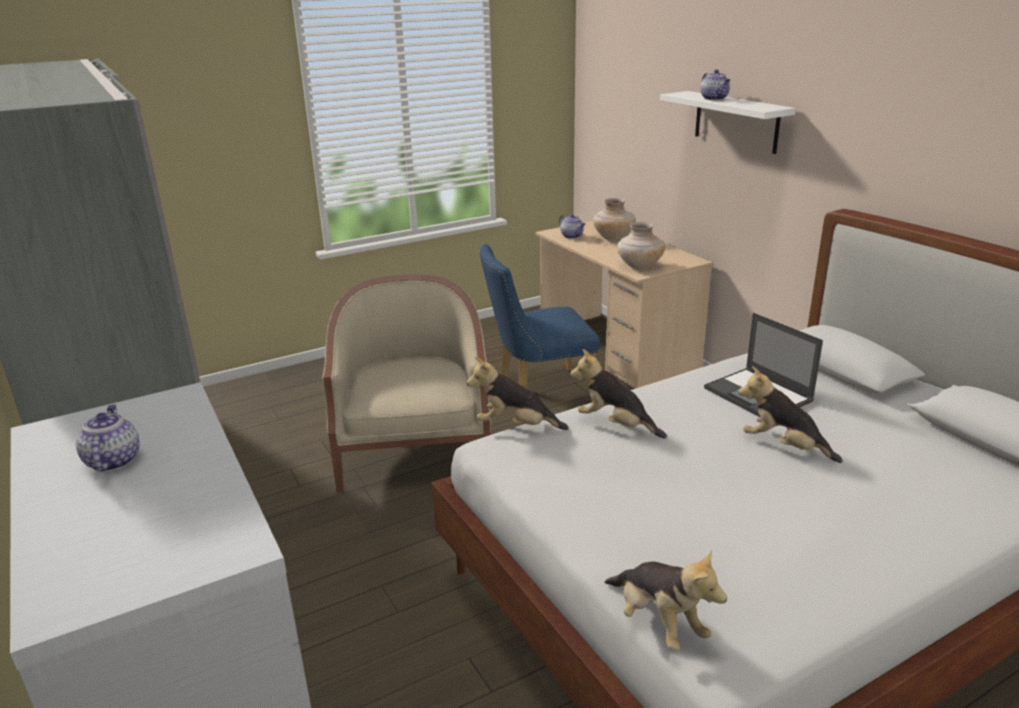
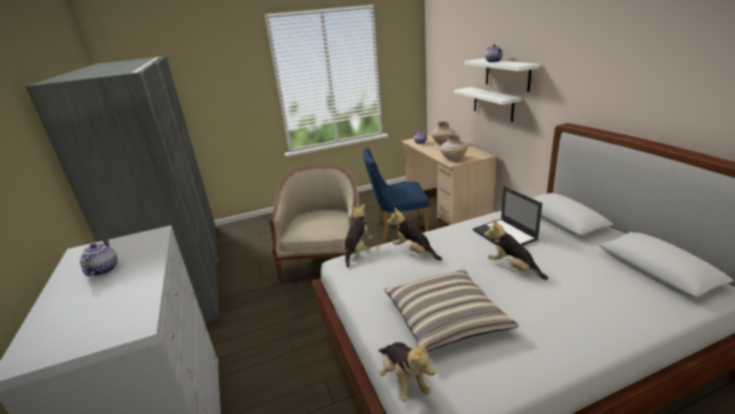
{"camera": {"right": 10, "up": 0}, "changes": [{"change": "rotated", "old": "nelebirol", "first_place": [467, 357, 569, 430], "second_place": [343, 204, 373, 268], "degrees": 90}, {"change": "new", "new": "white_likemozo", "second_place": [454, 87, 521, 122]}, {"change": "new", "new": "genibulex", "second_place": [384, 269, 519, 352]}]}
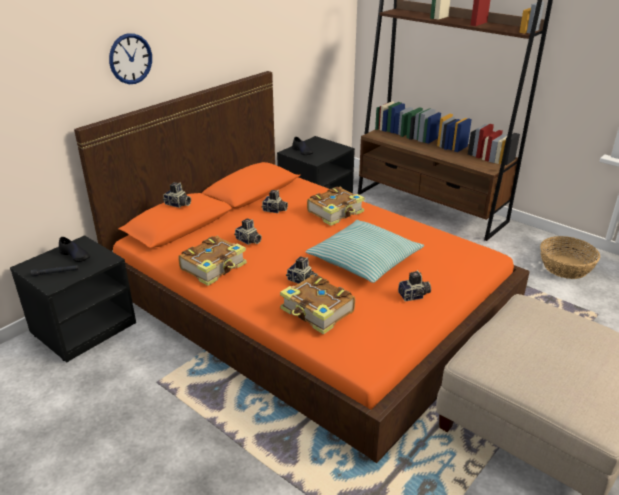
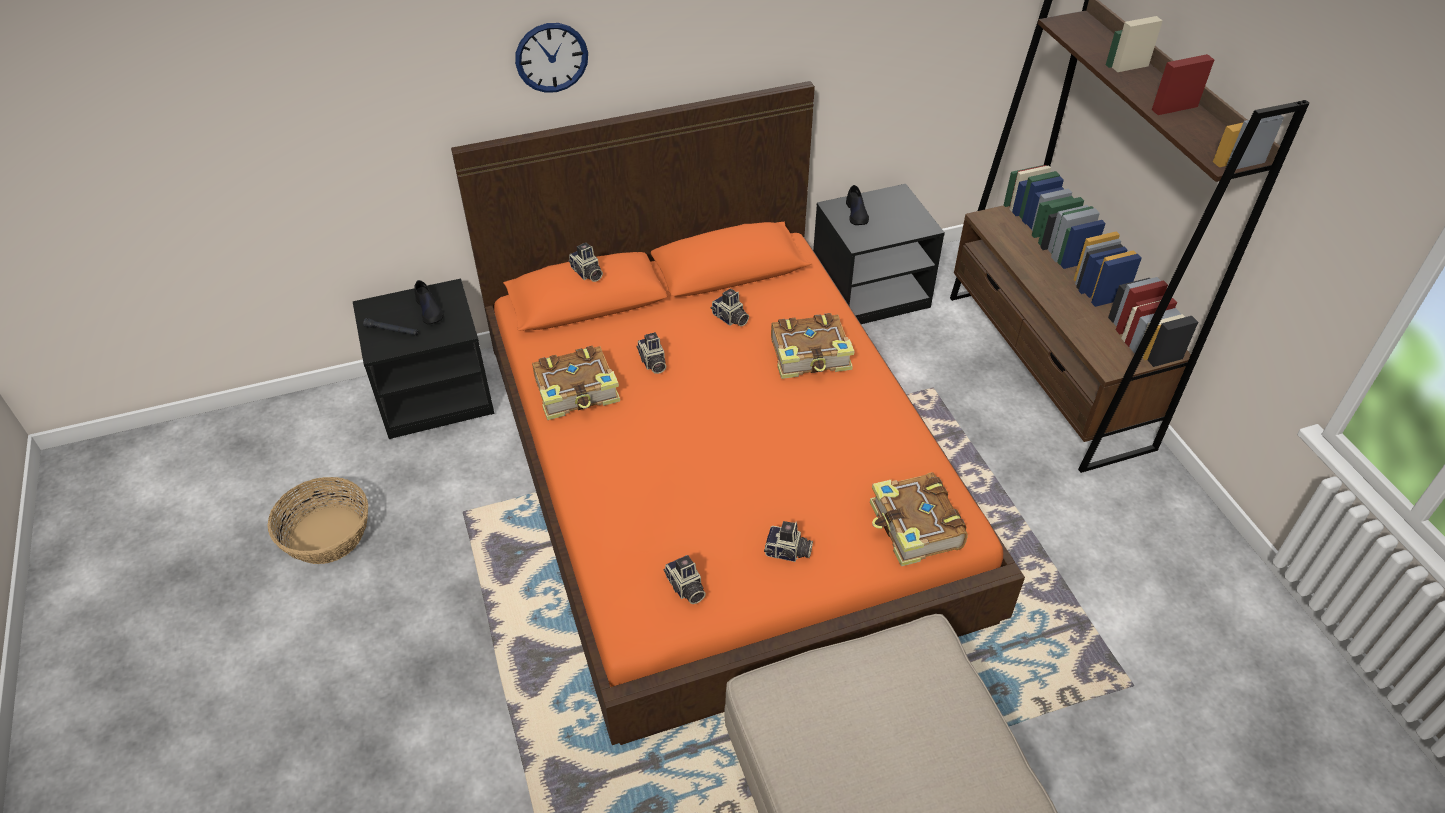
{"camera": {"right": 30, "up": 15}, "changes": [{"change": "gone", "old": "genibulex", "first_place": [305, 220, 424, 283]}, {"change": "shifted", "old": "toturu", "first_place": [540, 236, 600, 279], "second_place": [267, 477, 368, 564]}, {"change": "shifted", "old": "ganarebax", "first_place": [286, 256, 318, 284], "second_place": [663, 555, 706, 604]}, {"change": "shifted", "old": "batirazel", "first_place": [280, 275, 355, 334], "second_place": [870, 472, 968, 566]}]}
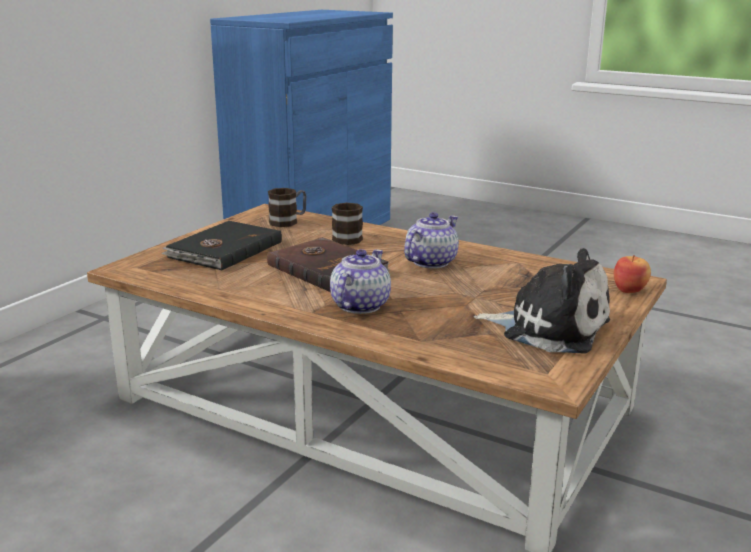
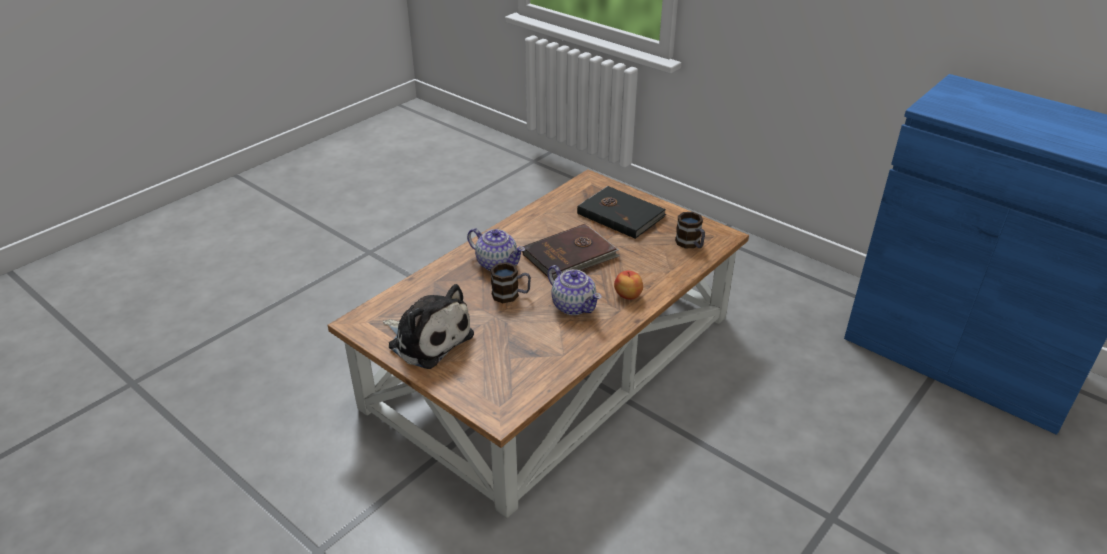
{"camera": {"right": 100, "up": 15}, "changes": [{"change": "shifted", "old": "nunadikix", "first_place": [332, 202, 363, 245], "second_place": [490, 262, 531, 303]}, {"change": "rotated", "old": "nelebirol", "first_place": [474, 248, 610, 353], "second_place": [383, 284, 474, 369], "degrees": -90}, {"change": "shifted", "old": "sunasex", "first_place": [614, 255, 651, 293], "second_place": [614, 271, 643, 300]}]}
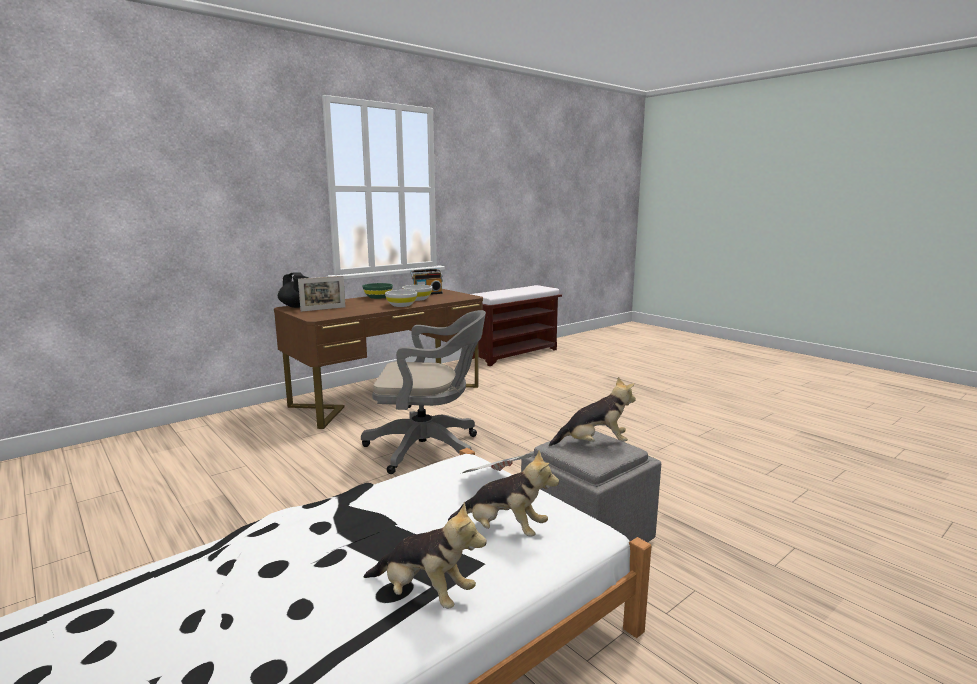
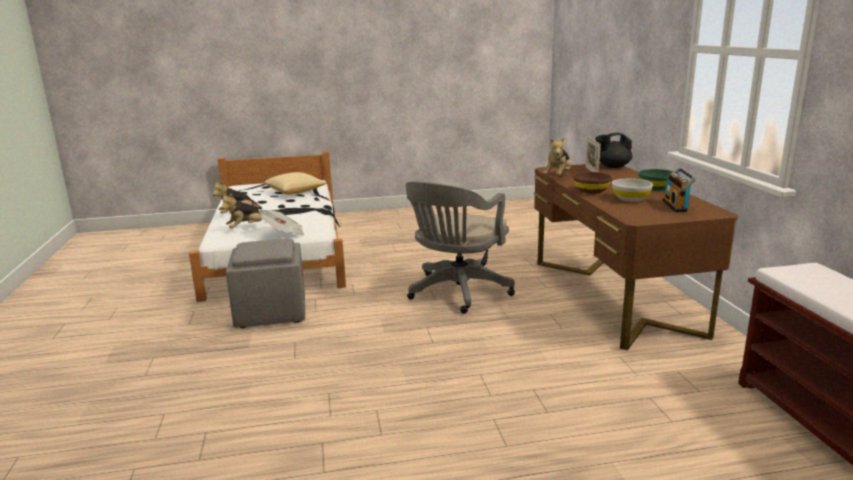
{"camera": {"right": 120, "up": 5}, "changes": [{"change": "repainted", "old": "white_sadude", "new": "brown_sadude", "first_place": [385, 290, 417, 307], "second_place": [574, 172, 612, 194]}, {"change": "shifted", "old": "nelebirol", "first_place": [549, 377, 636, 446], "second_place": [543, 137, 572, 176]}, {"change": "new", "new": "genibulex", "second_place": [264, 172, 326, 195]}]}
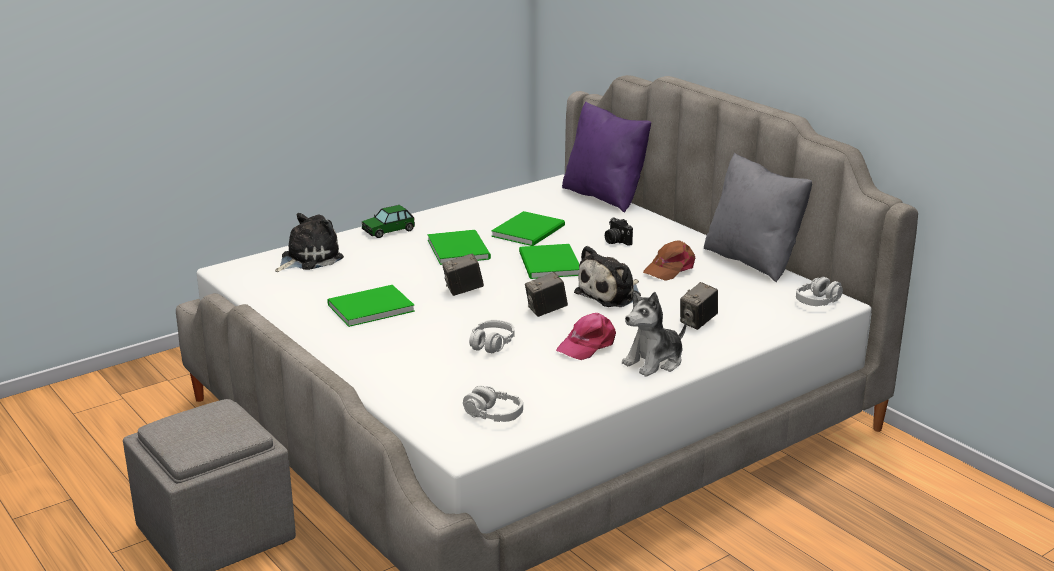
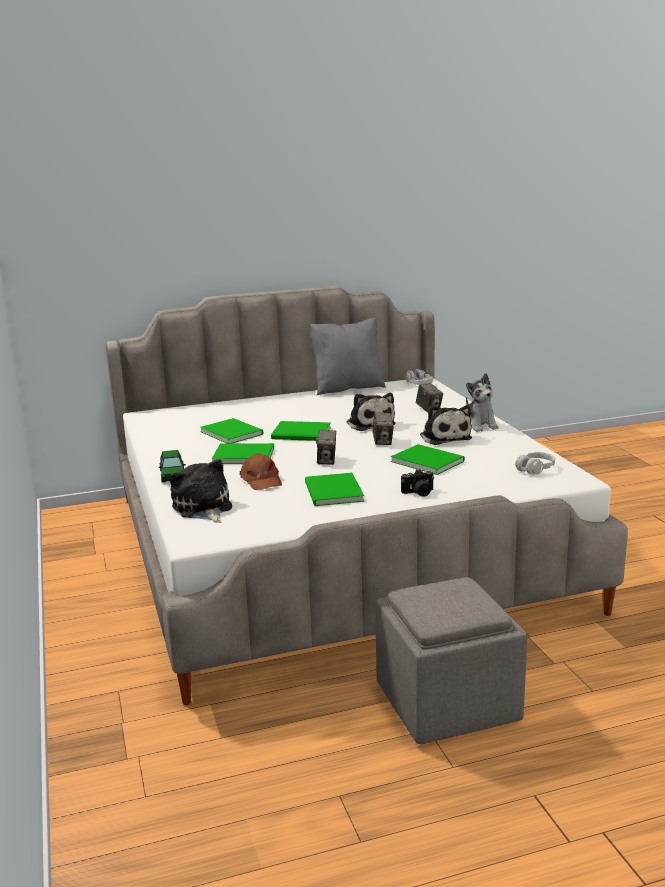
{"camera": {"right": -70, "up": -5}, "changes": [{"change": "gone", "old": "purple_genibulex", "first_place": [562, 102, 651, 213]}, {"change": "shifted", "old": "ganarebax", "first_place": [605, 217, 633, 246], "second_place": [401, 469, 434, 497]}, {"change": "shifted", "old": "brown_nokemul", "first_place": [643, 240, 695, 281], "second_place": [240, 453, 282, 490]}, {"change": "swapped", "old": "pink_nokemul", "new": "nelebirol", "first_place": [556, 313, 616, 360], "second_place": [420, 405, 472, 445]}, {"change": "swapped", "old": "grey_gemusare", "new": "green_batirazel", "first_place": [469, 320, 515, 353], "second_place": [391, 444, 465, 475]}]}
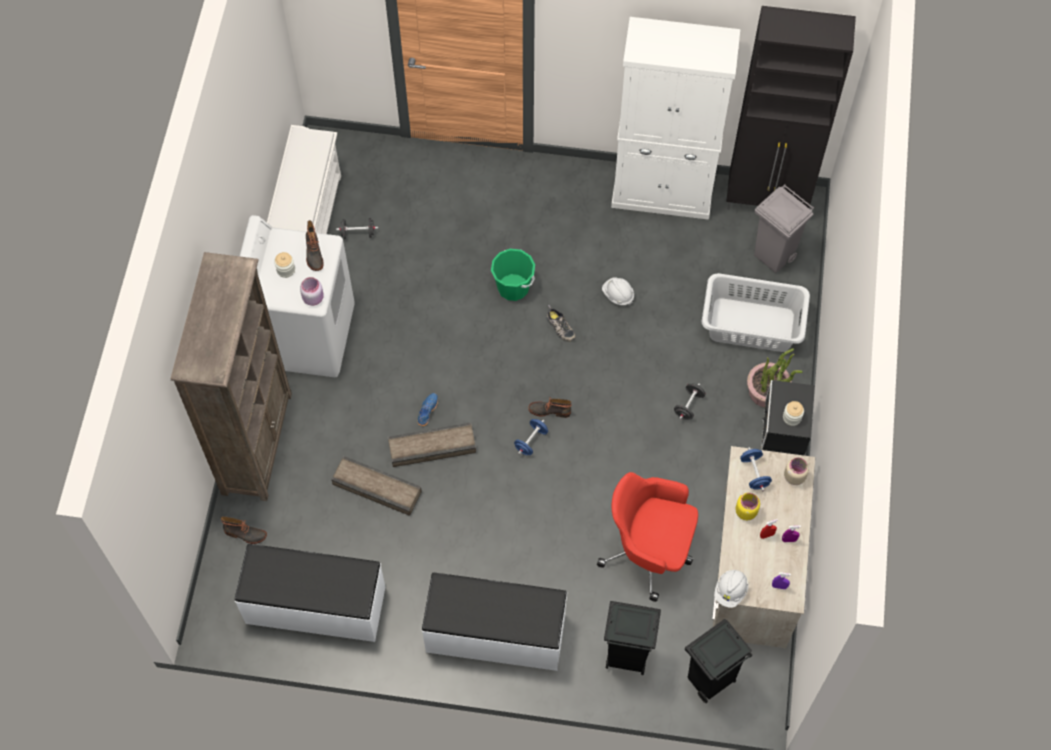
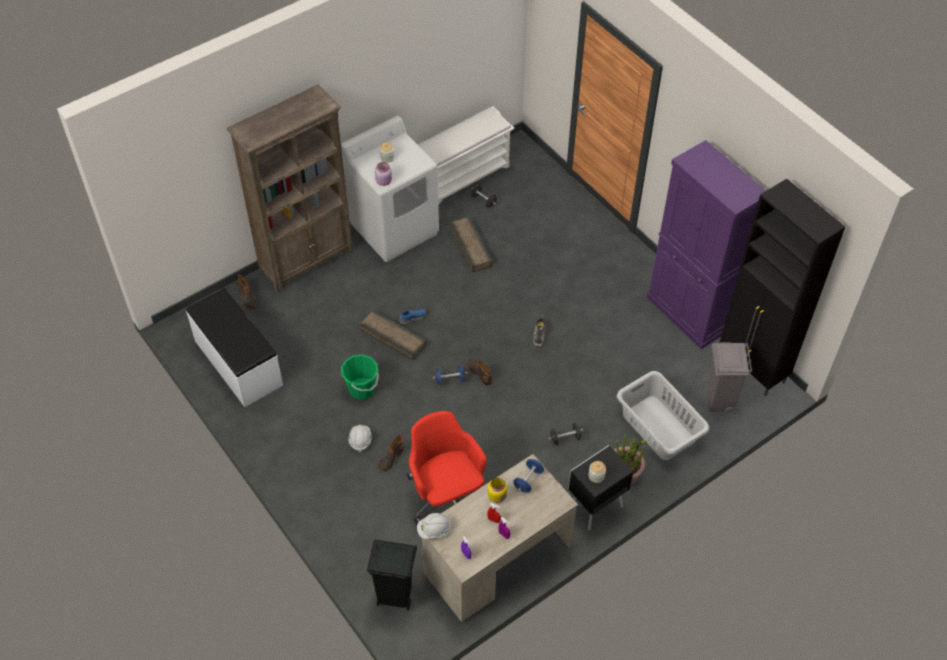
{"camera": {"right": 45, "up": -10}, "changes": [{"change": "repainted", "old": "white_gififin", "new": "purple_gififin", "first_place": [611, 17, 740, 220], "second_place": [647, 140, 766, 349]}, {"change": "shifted", "old": "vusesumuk", "first_place": [306, 220, 324, 271], "second_place": [378, 434, 404, 472]}, {"change": "shifted", "old": "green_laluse", "first_place": [491, 249, 535, 301], "second_place": [341, 354, 379, 399]}, {"change": "shifted", "old": "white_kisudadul", "first_place": [602, 277, 634, 306], "second_place": [348, 425, 372, 452]}, {"change": "shifted", "old": "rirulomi", "first_place": [331, 456, 422, 516], "second_place": [450, 217, 492, 273]}, {"change": "gone", "old": "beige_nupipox", "first_place": [784, 457, 809, 485]}, {"change": "gone", "old": "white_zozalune", "first_place": [422, 573, 567, 671]}, {"change": "gone", "old": "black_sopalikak", "first_place": [604, 601, 661, 675]}]}
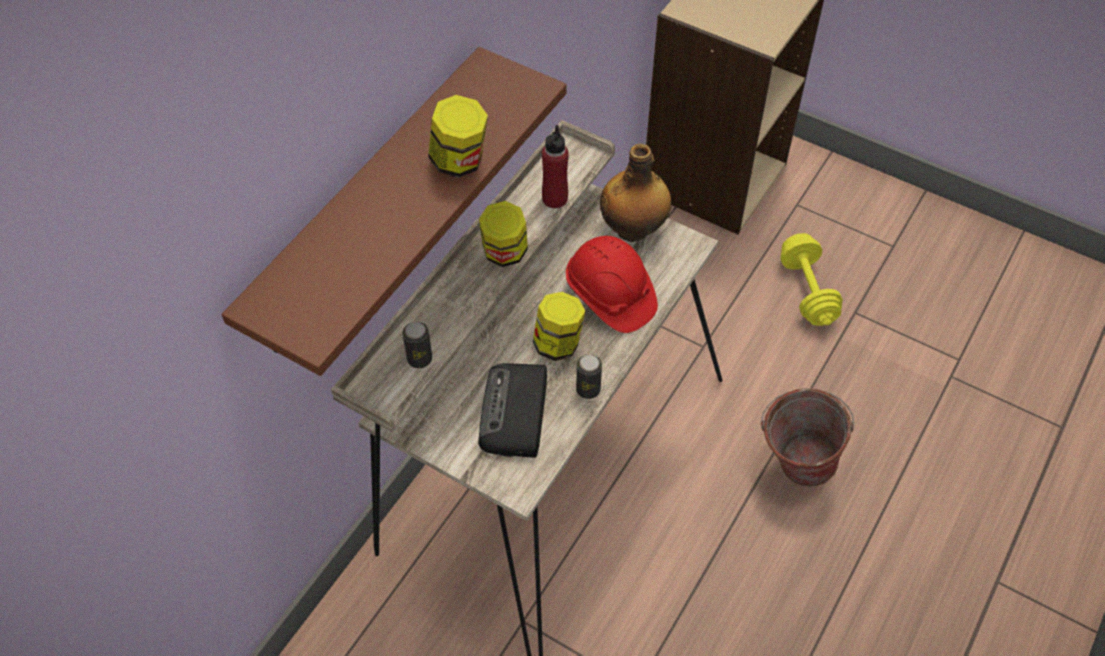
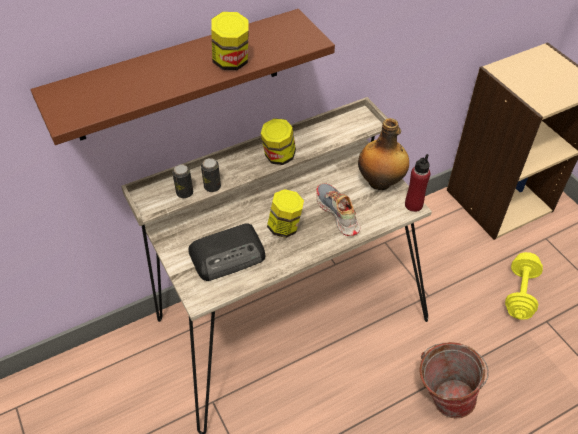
{"camera": {"right": 30, "up": -5}, "changes": [{"change": "shifted", "old": "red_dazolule", "first_place": [542, 125, 569, 208], "second_place": [405, 154, 430, 212]}, {"change": "swapped", "old": "red_kisudadul", "new": "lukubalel", "first_place": [566, 236, 658, 333], "second_place": [316, 184, 360, 236]}, {"change": "shifted", "old": "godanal", "first_place": [576, 354, 602, 399], "second_place": [201, 158, 221, 192]}, {"change": "rotated", "old": "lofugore", "first_place": [478, 363, 547, 458], "second_place": [188, 224, 265, 281], "degrees": -150}]}
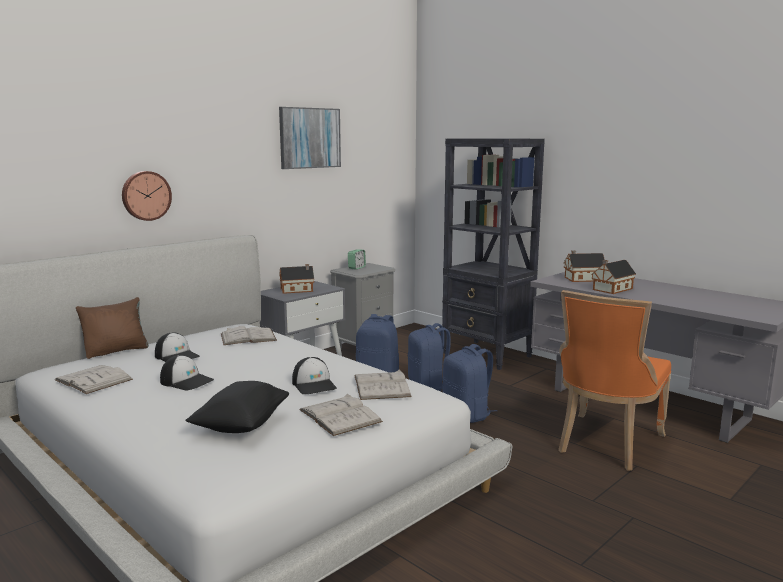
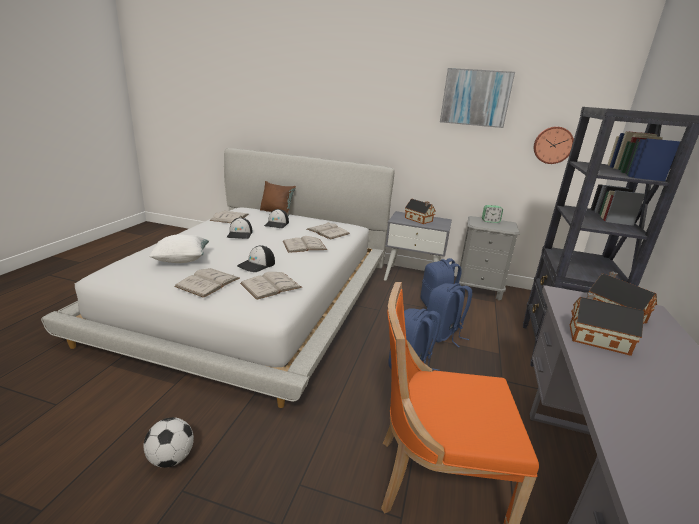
{"camera": {"right": 60, "up": 10}, "changes": [{"change": "shifted", "old": "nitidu", "first_place": [122, 171, 172, 221], "second_place": [534, 126, 574, 164]}, {"change": "repainted", "old": "black_genibulex", "new": "white_genibulex", "first_place": [186, 381, 289, 433], "second_place": [149, 234, 209, 263]}, {"change": "new", "new": "white_batirazel", "second_place": [283, 236, 327, 253]}, {"change": "new", "new": "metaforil", "second_place": [143, 417, 194, 468]}]}
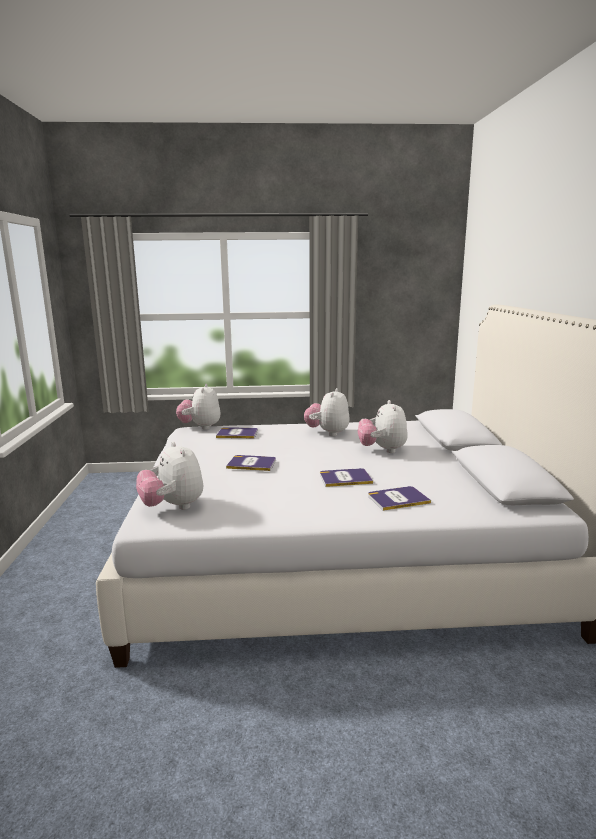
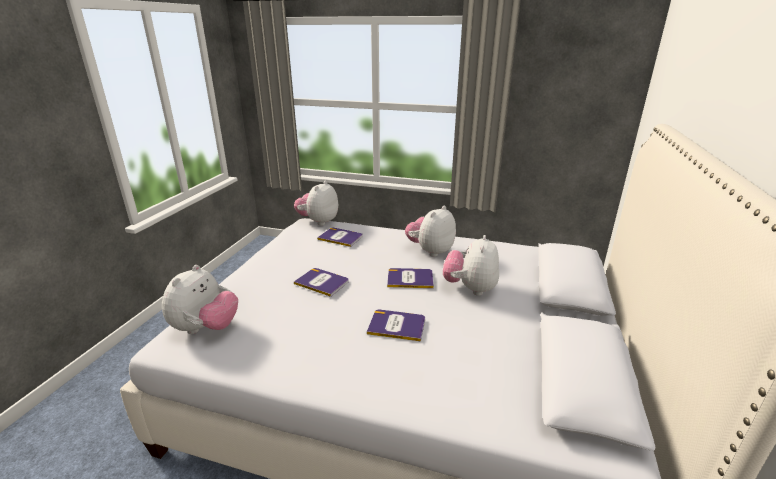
{"camera": {"right": 20, "up": 10}, "changes": [{"change": "rotated", "old": "nelebirol", "first_place": [136, 441, 203, 510], "second_place": [162, 265, 238, 334], "degrees": -150}, {"change": "shifted", "old": "batirazel", "first_place": [368, 486, 431, 511], "second_place": [387, 268, 434, 288]}]}
